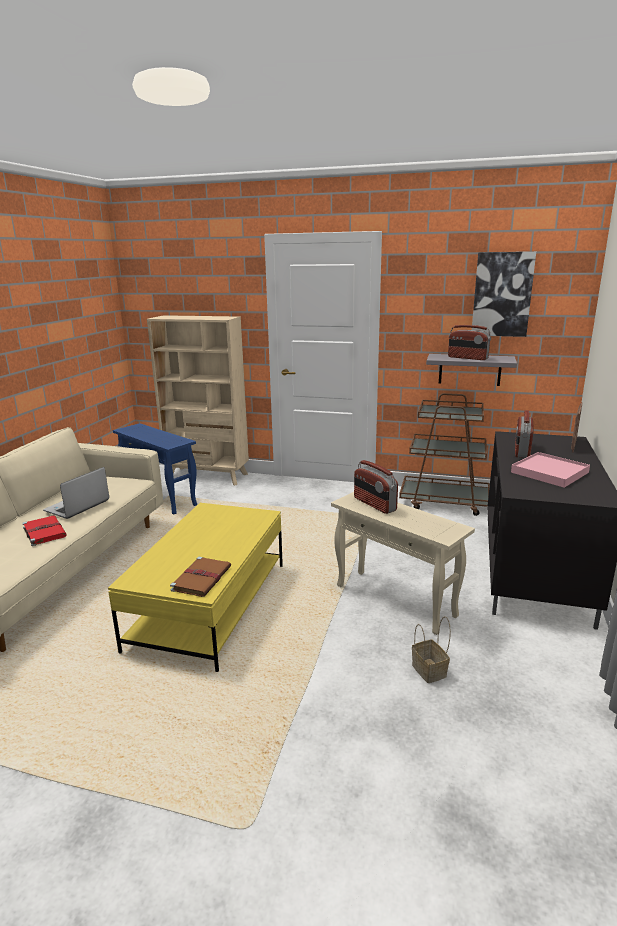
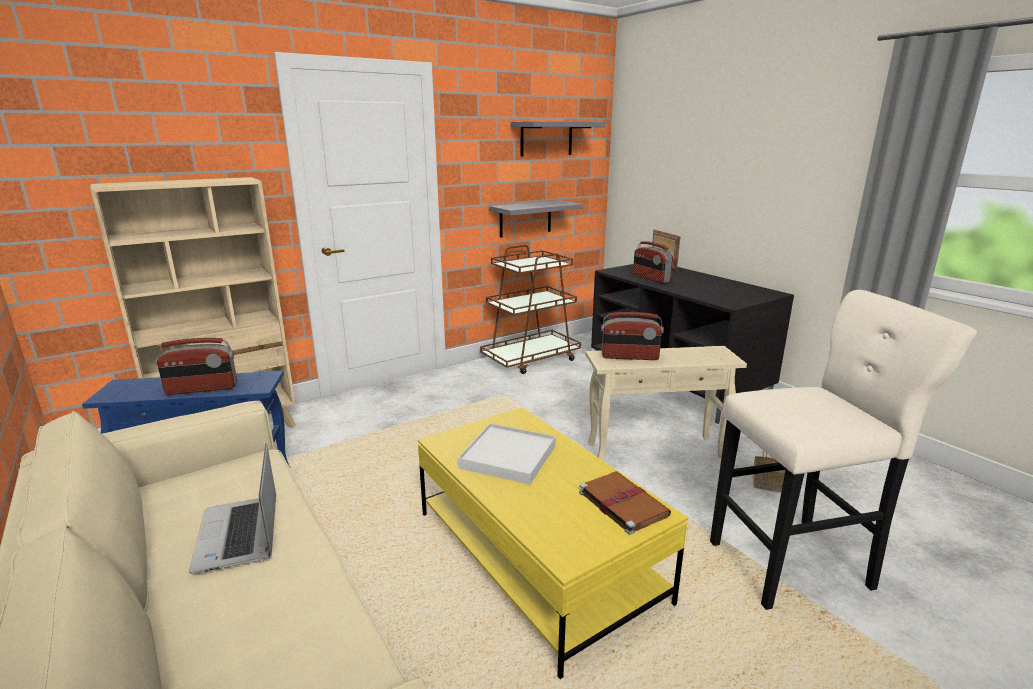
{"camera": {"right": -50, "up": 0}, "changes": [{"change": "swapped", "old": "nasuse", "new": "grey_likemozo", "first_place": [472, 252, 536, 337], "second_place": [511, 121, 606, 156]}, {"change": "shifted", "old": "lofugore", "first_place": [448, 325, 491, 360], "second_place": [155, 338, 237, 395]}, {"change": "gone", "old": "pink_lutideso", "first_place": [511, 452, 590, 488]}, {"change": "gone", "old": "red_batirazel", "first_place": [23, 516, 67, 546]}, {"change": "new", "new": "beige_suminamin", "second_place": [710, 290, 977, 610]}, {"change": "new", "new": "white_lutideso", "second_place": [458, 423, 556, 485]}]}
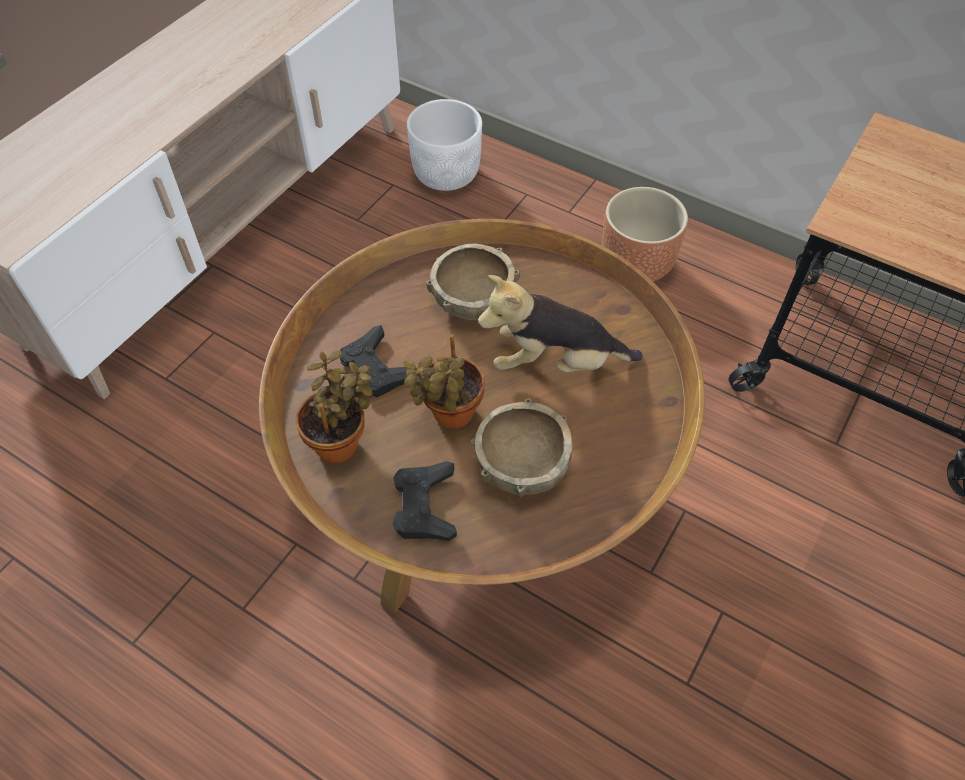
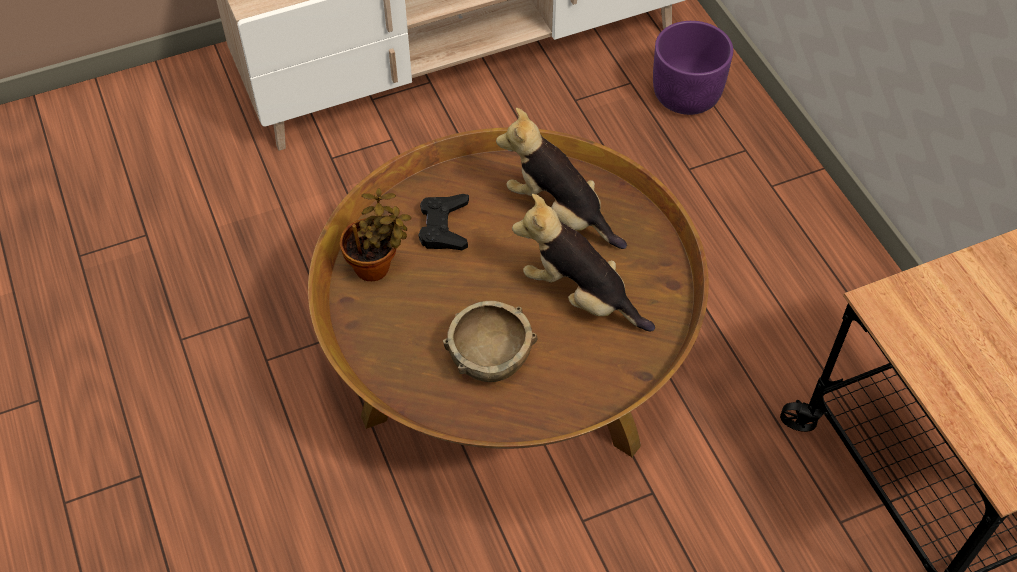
{"camera": {"right": 35, "up": 0}, "changes": [{"change": "repainted", "old": "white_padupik", "new": "purple_padupik", "first_place": [407, 99, 482, 191], "second_place": [653, 21, 733, 115]}, {"change": "gone", "old": "brown_padupik", "first_place": [602, 187, 688, 281]}, {"change": "swapped", "old": "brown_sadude", "new": "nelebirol", "first_place": [426, 243, 520, 320], "second_place": [496, 108, 627, 249]}, {"change": "gone", "old": "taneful", "first_place": [403, 334, 485, 429]}, {"change": "gone", "old": "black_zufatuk", "first_place": [393, 461, 457, 541]}]}
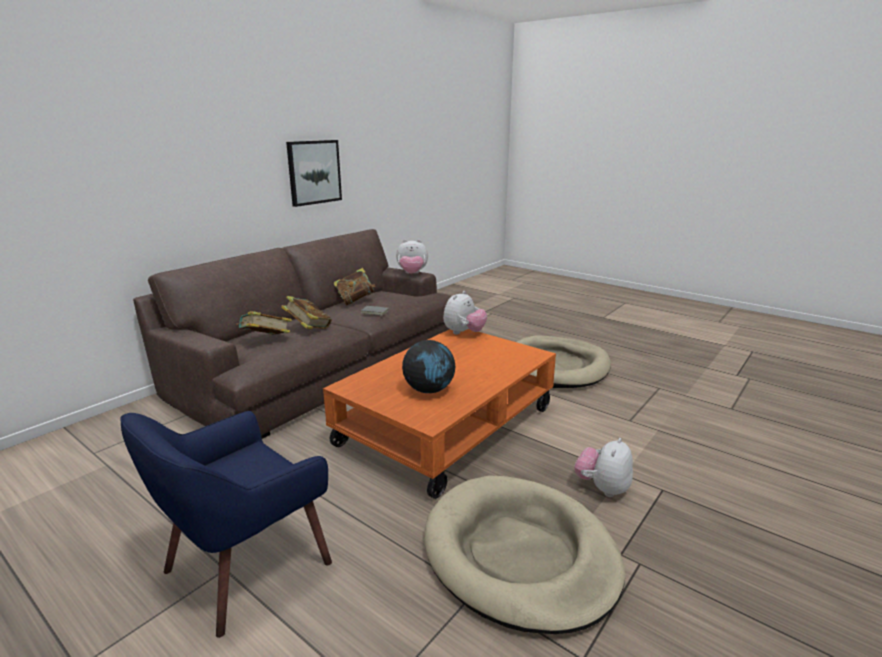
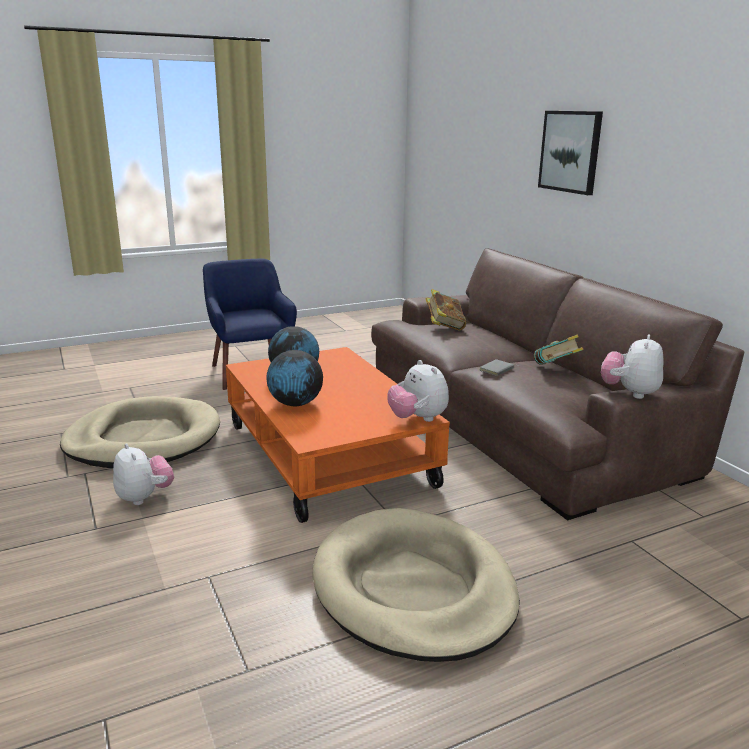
{"camera": {"right": 115, "up": 0}, "changes": [{"change": "shifted", "old": "nasuse", "first_place": [286, 140, 342, 207], "second_place": [538, 111, 603, 195]}, {"change": "gone", "old": "batirazel", "first_place": [281, 296, 332, 329]}, {"change": "new", "new": "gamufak", "second_place": [266, 350, 323, 406]}]}
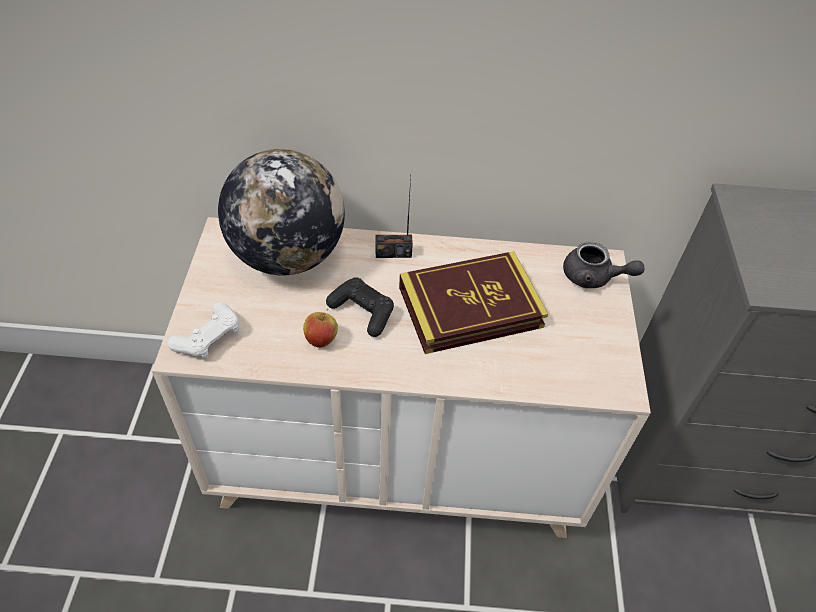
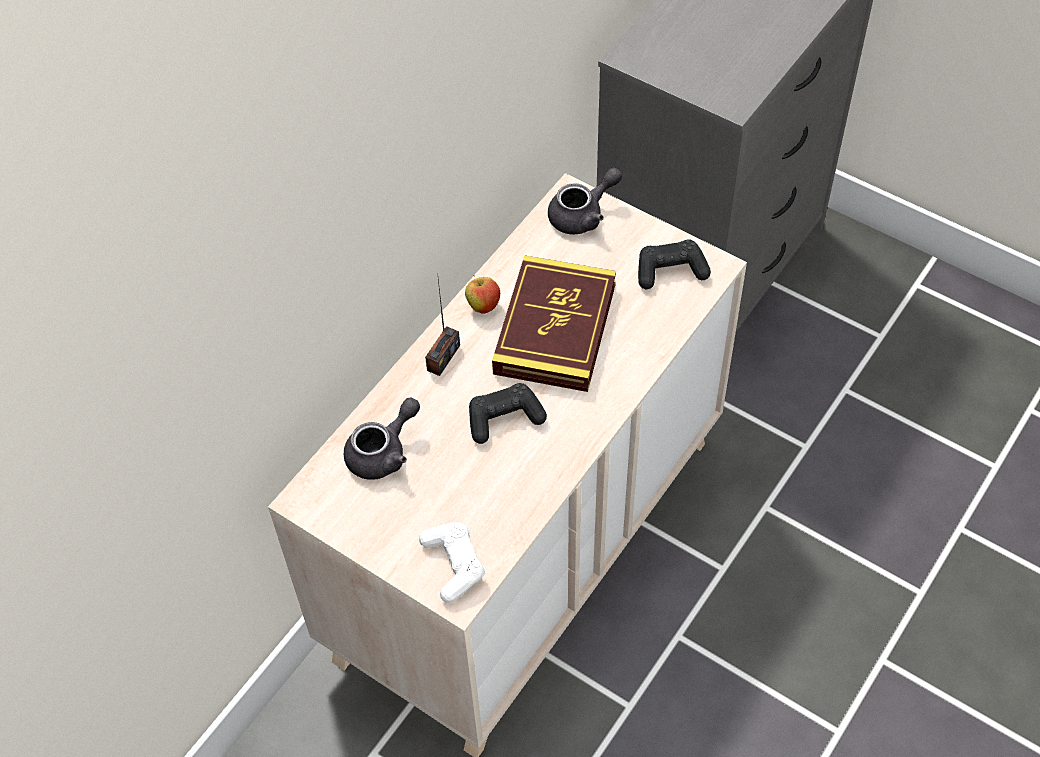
{"camera": {"right": -55, "up": 5}, "changes": [{"change": "swapped", "old": "gamufak", "new": "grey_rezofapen", "first_place": [218, 149, 345, 275], "second_place": [344, 397, 420, 480]}, {"change": "shifted", "old": "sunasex", "first_place": [303, 309, 338, 348], "second_place": [465, 275, 500, 314]}, {"change": "new", "new": "black_zufatuk", "second_place": [638, 239, 711, 289]}]}
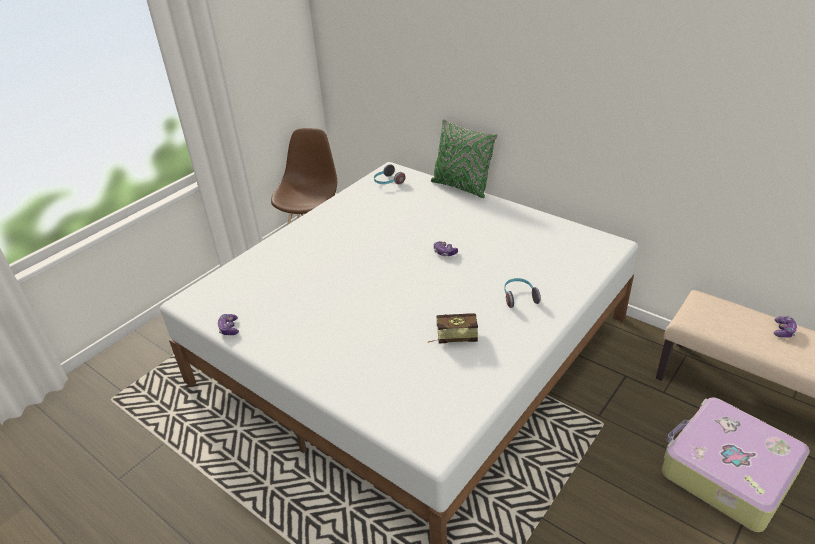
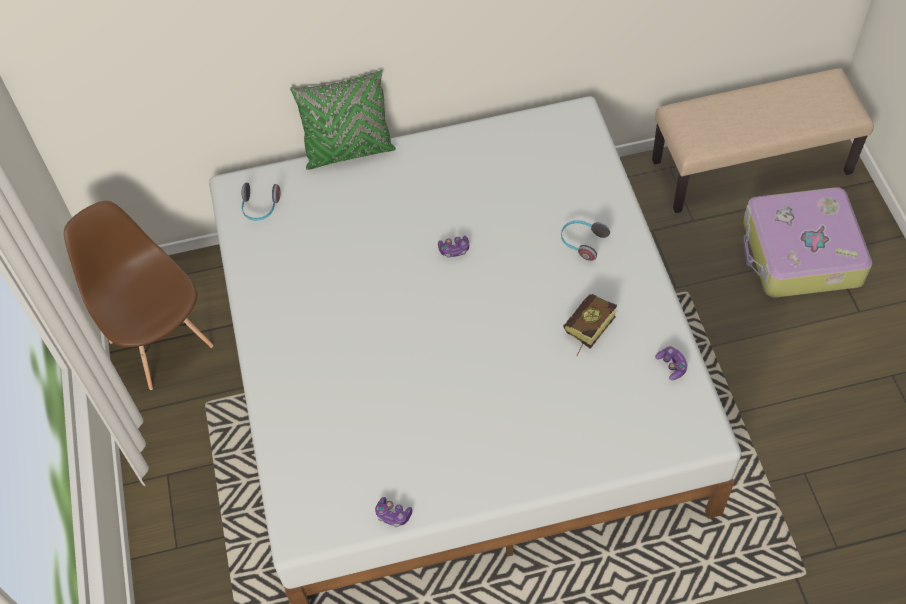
{"camera": {"right": -50, "up": 20}, "changes": [{"change": "shifted", "old": "zufatuk", "first_place": [774, 316, 797, 337], "second_place": [655, 346, 688, 380]}]}
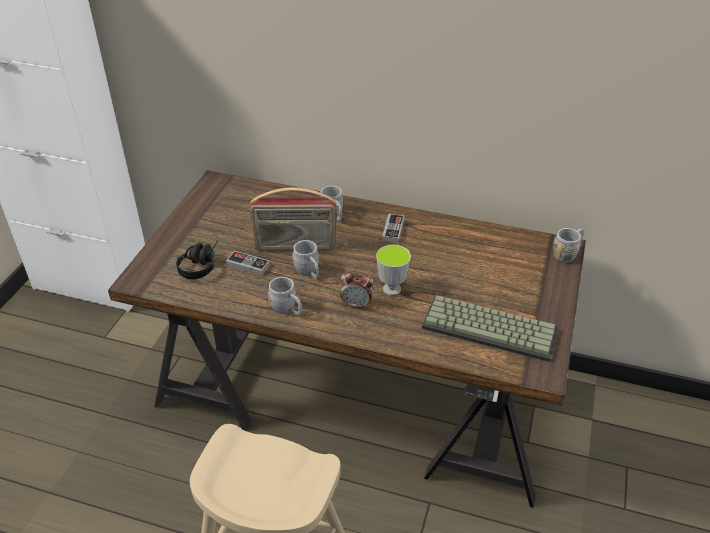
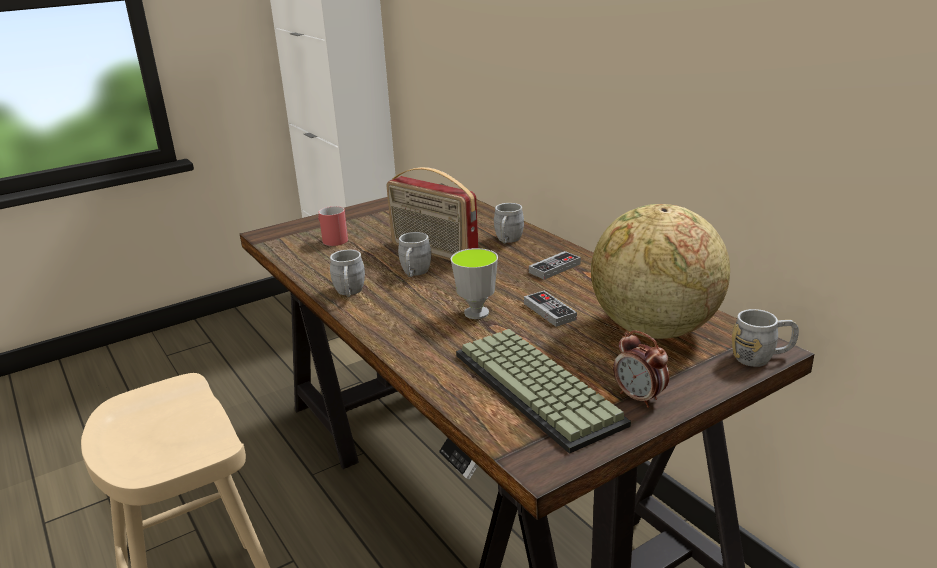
{"camera": {"right": 40, "up": -15}, "changes": [{"change": "swapped", "old": "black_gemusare", "new": "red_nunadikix", "first_place": [176, 241, 218, 279], "second_place": [318, 206, 348, 246]}, {"change": "shifted", "old": "zufatuk", "first_place": [226, 251, 270, 275], "second_place": [524, 291, 577, 327]}, {"change": "shifted", "old": "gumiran", "first_place": [340, 270, 374, 309], "second_place": [613, 330, 669, 408]}, {"change": "new", "new": "gamufak", "second_place": [591, 204, 730, 339]}]}
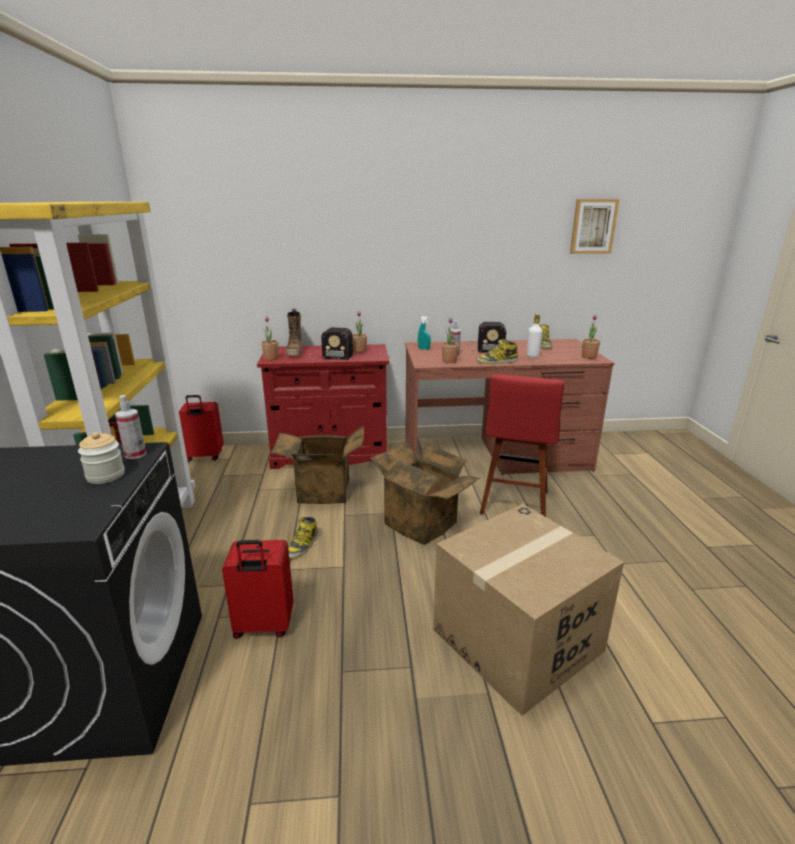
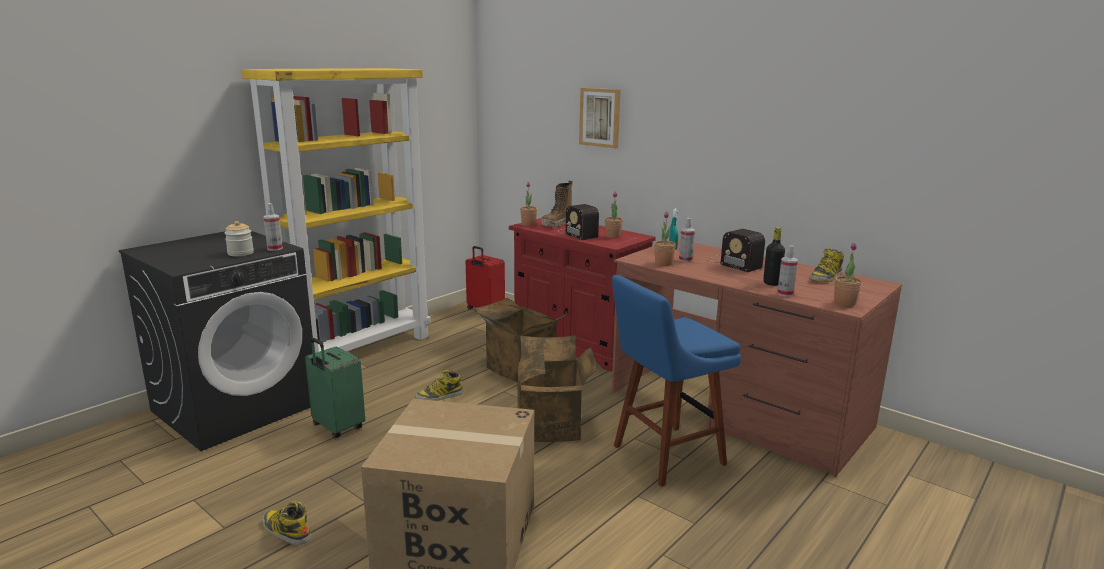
{"camera": {"right": 45, "up": -5}, "changes": [{"change": "shifted", "old": "nasuse", "first_place": [570, 199, 620, 254], "second_place": [579, 88, 621, 148]}, {"change": "repainted", "old": "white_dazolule", "new": "black_dazolule", "first_place": [527, 314, 543, 358], "second_place": [763, 227, 785, 286]}, {"change": "shifted", "old": "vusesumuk", "first_place": [476, 339, 518, 364], "second_place": [262, 501, 311, 545]}, {"change": "repainted", "old": "red_suminamin", "new": "blue_suminamin", "first_place": [480, 374, 564, 517], "second_place": [612, 275, 741, 487]}, {"change": "repainted", "old": "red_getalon", "new": "green_getalon", "first_place": [222, 540, 294, 639], "second_place": [305, 338, 365, 438]}, {"change": "new", "new": "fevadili", "second_place": [777, 245, 798, 297]}]}
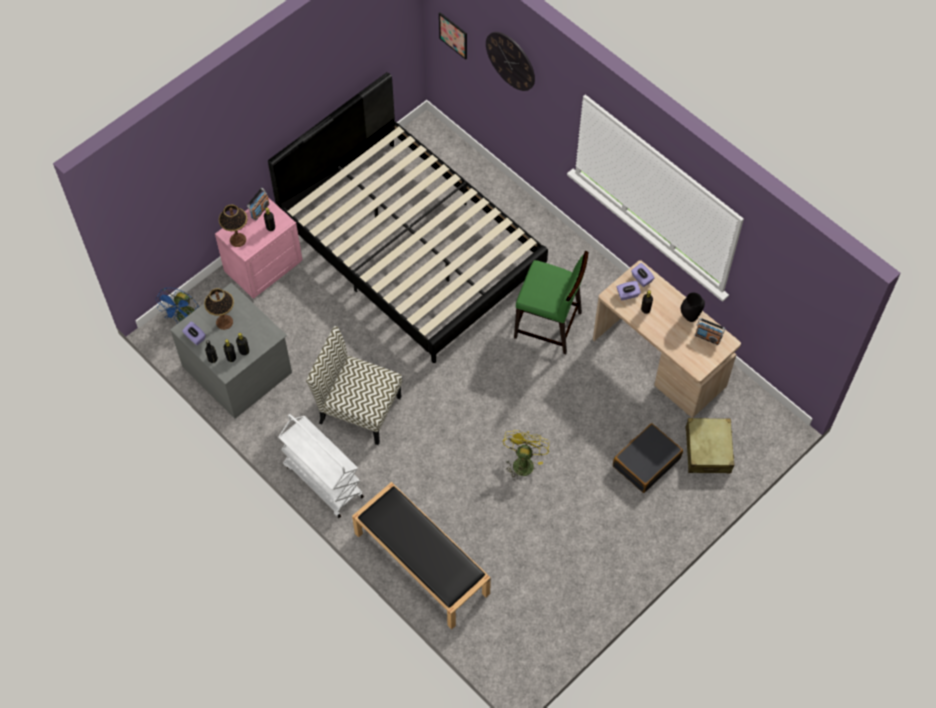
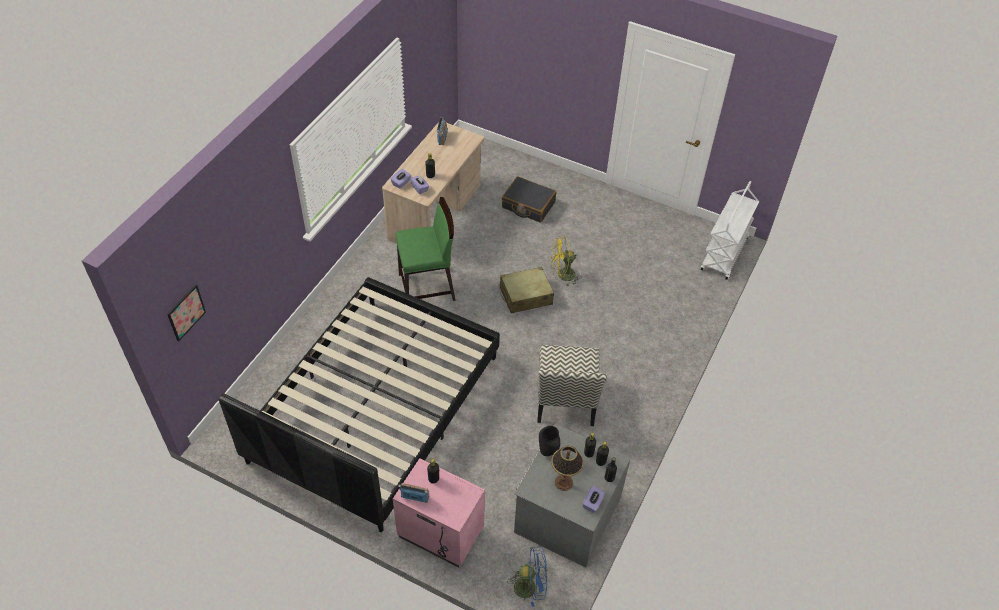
{"camera": {"right": -110, "up": -10}, "changes": [{"change": "gone", "old": "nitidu", "first_place": [486, 32, 535, 91]}, {"change": "gone", "old": "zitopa", "first_place": [219, 204, 247, 247]}, {"change": "rotated", "old": "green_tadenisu", "first_place": [514, 251, 589, 354], "second_place": [395, 197, 456, 301], "degrees": 75}, {"change": "shifted", "old": "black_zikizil", "first_place": [681, 293, 705, 322], "second_place": [539, 426, 560, 456]}, {"change": "shifted", "old": "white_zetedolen", "first_place": [278, 414, 364, 518], "second_place": [701, 181, 759, 280]}, {"change": "shifted", "old": "beige_getalon", "first_place": [686, 418, 734, 473], "second_place": [500, 267, 554, 314]}, {"change": "gone", "old": "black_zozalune", "first_place": [352, 482, 491, 630]}]}
